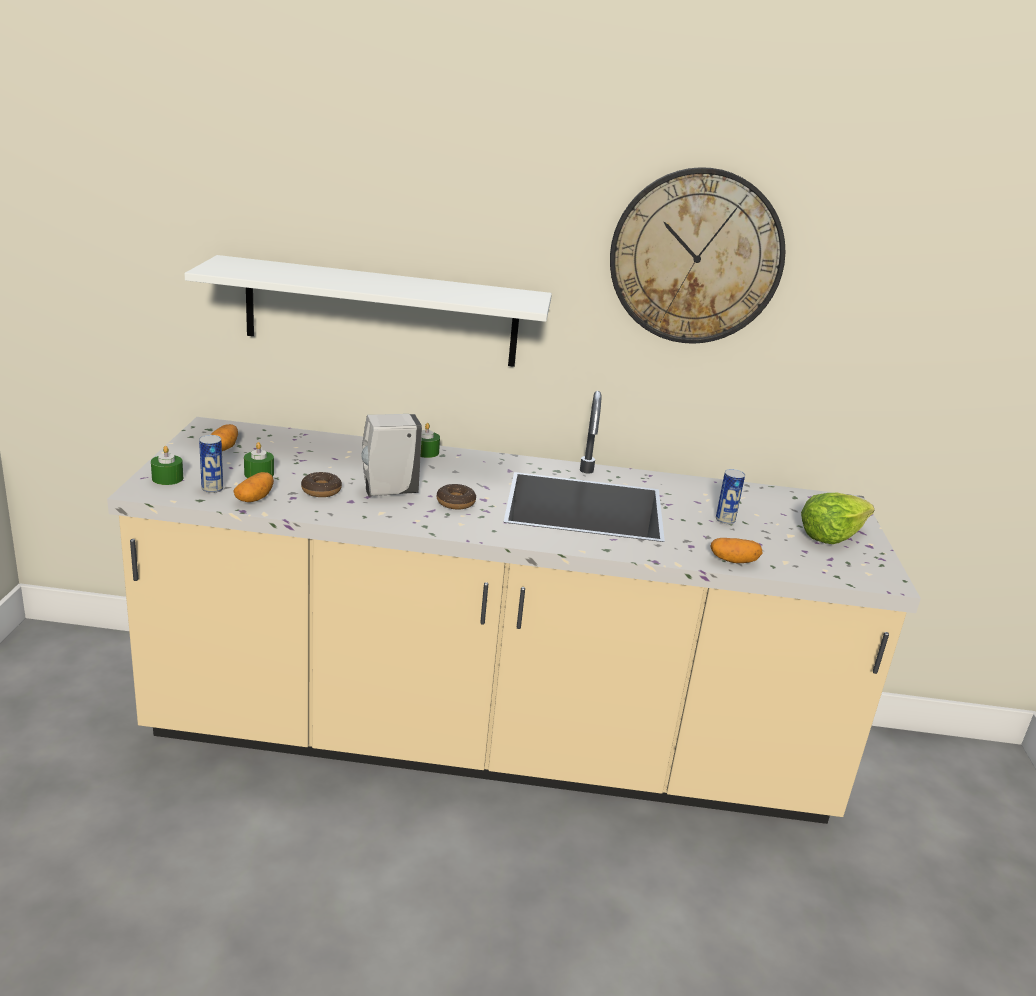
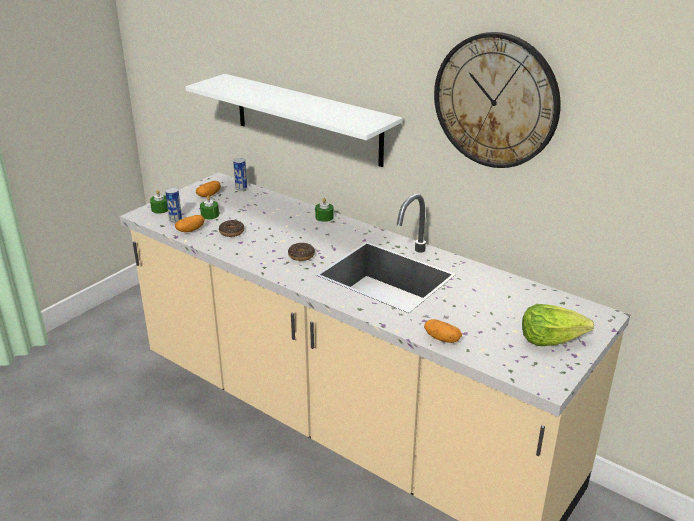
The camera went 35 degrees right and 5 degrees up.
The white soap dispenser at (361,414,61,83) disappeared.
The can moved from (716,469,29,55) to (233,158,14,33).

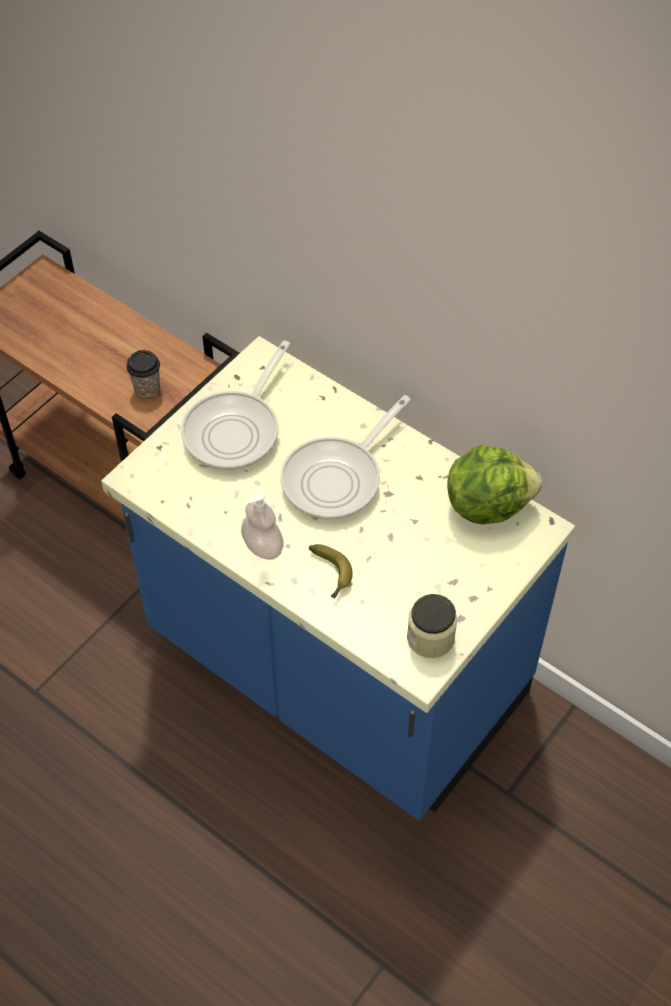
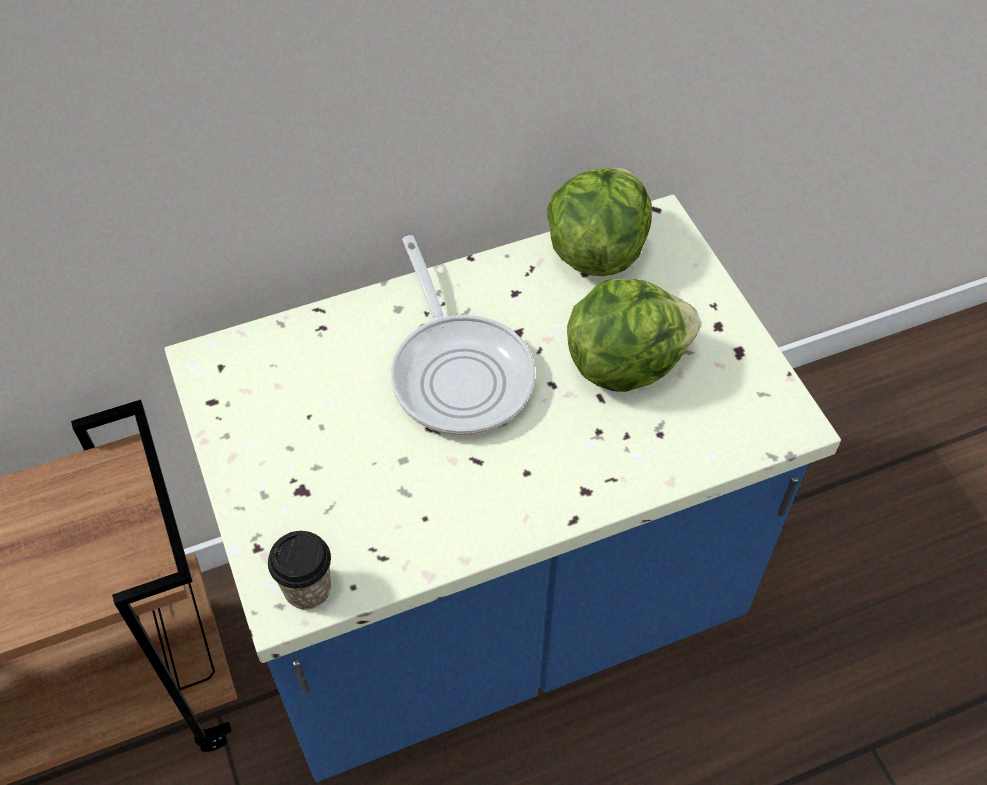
The camera went 60 degrees left and 0 degrees up.
The frying pan at (181,340,109,130) disappeared.
The cup moved from (126,350,34,47) to (268,531,63,79).
The soap dispenser at (241,491,43,69) disappeared.
The banana at (309,544,43,55) disappeared.
The jar at (407,594,50,64) disappeared.
The lettuce at (567,279,134,113) appeared.

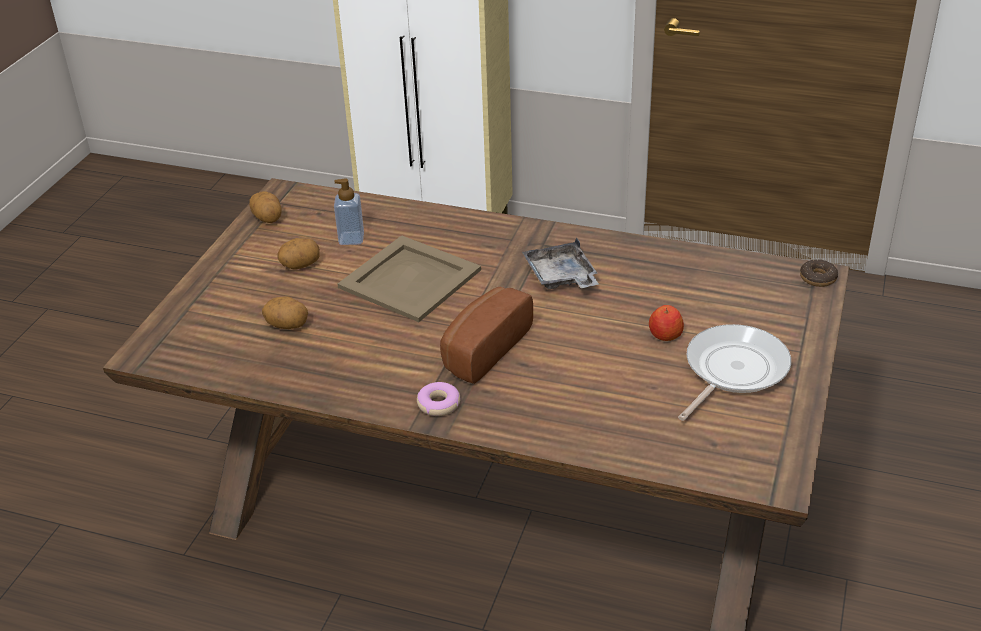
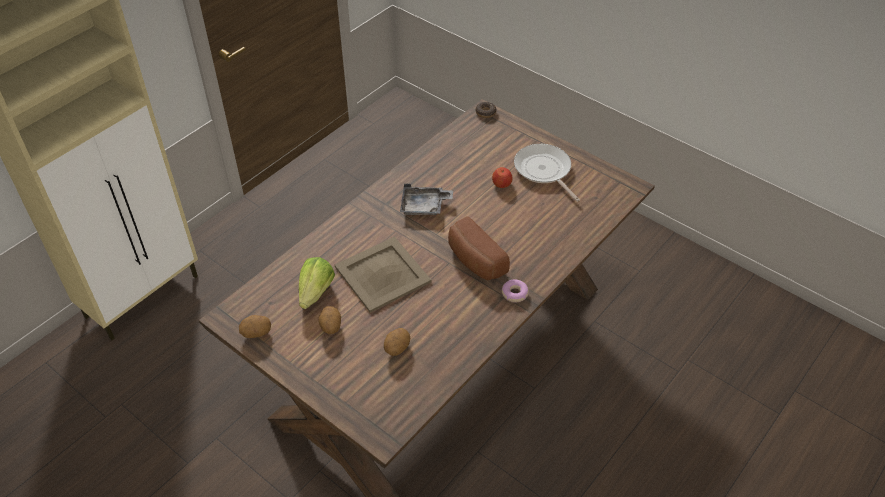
The camera went 70 degrees left and 10 degrees up.
The soap dispenser at (334,179,30,66) was replaced by the lettuce at (299,257,36,52).

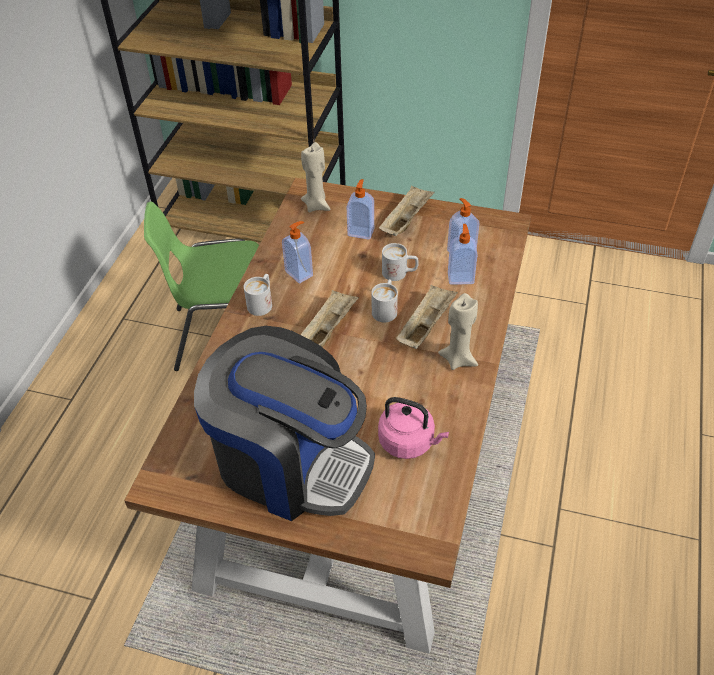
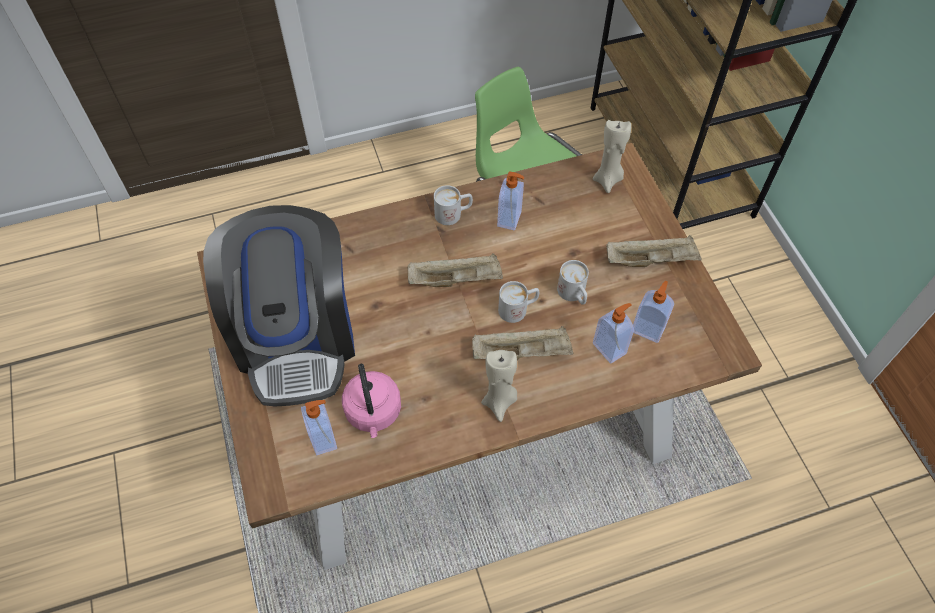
The camera went 55 degrees right and 10 degrees up.
The soap dispenser moved from (347,179,27,60) to (301,400,36,55).

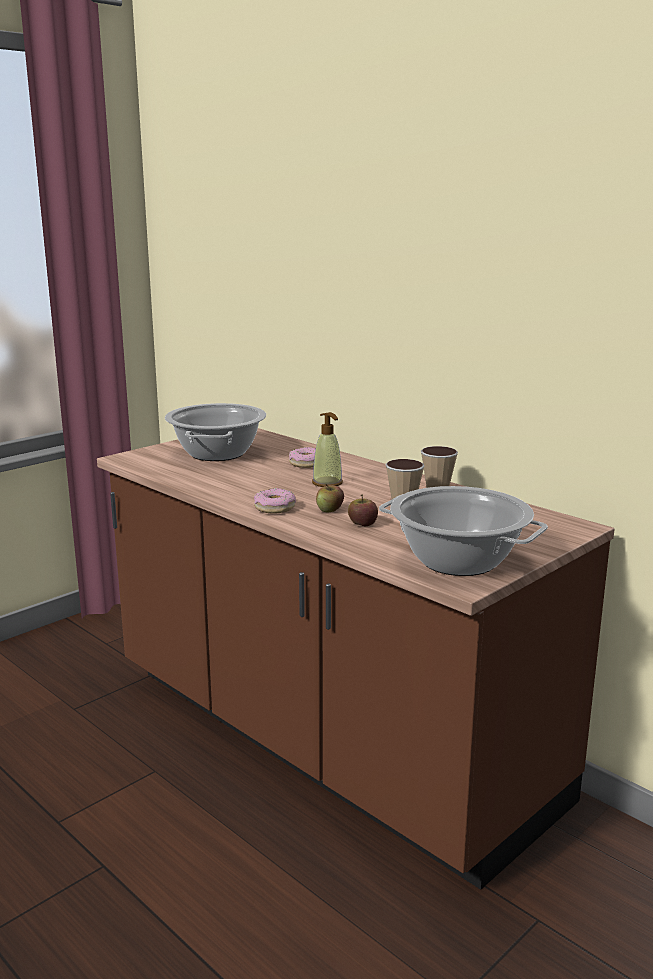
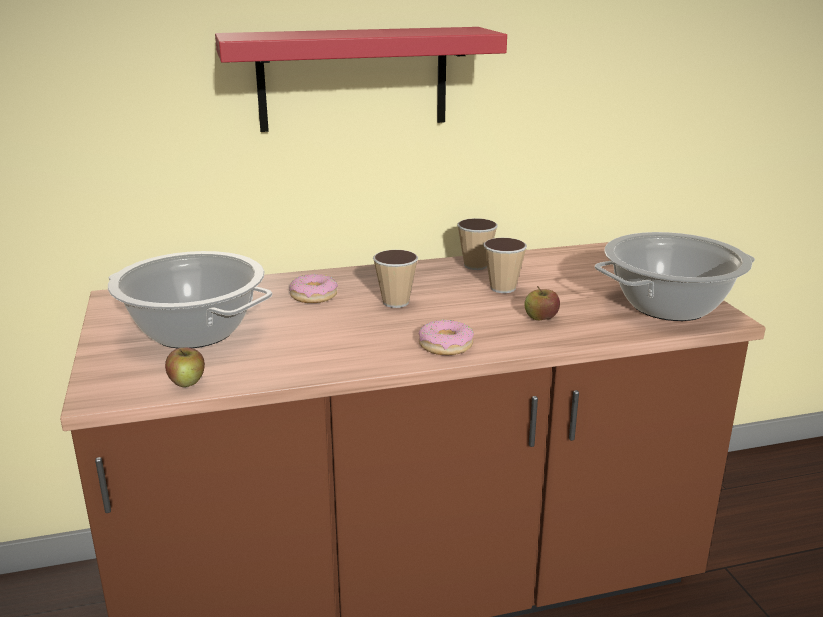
The camera went 60 degrees left and 5 degrees up.
The soap dispenser at (312,412,31,75) was replaced by the cup at (373,250,45,58).
The apple moved from (316,484,28,28) to (165,347,40,40).
The red shelf at (215,27,292,105) appeared.

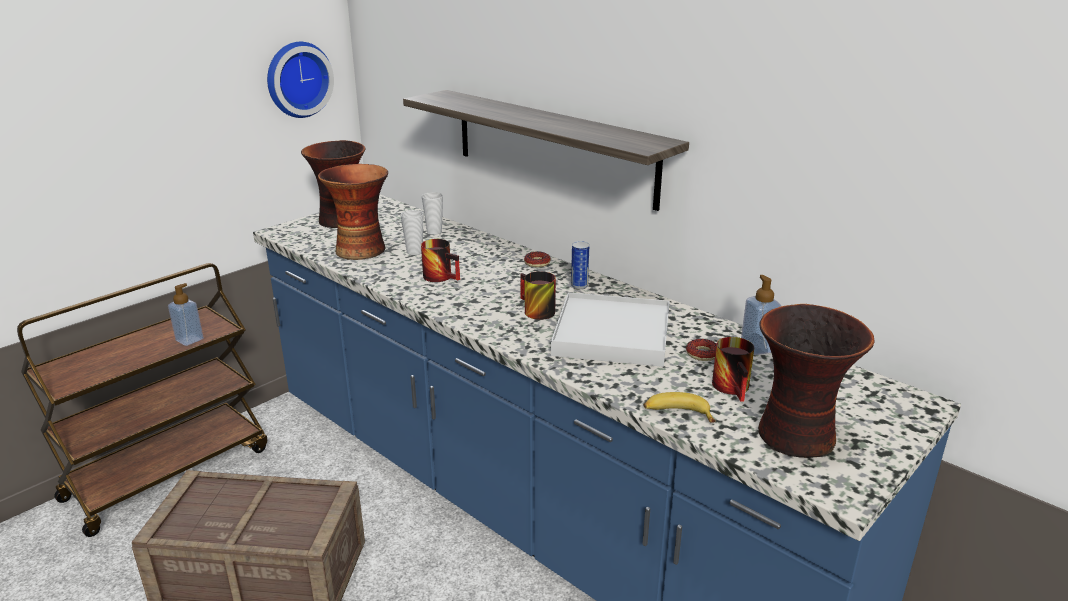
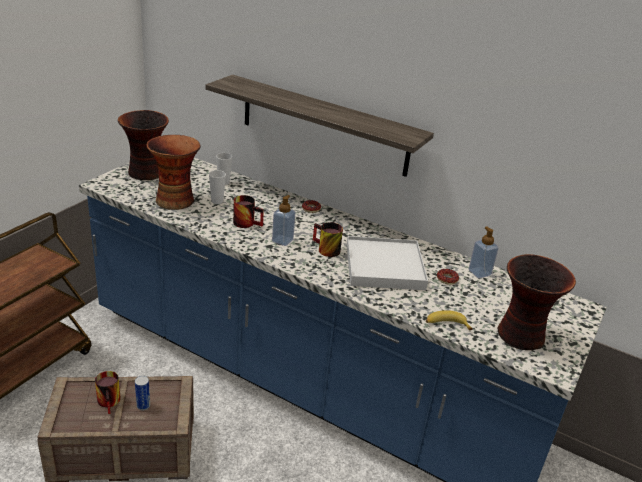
The camera went 15 degrees left and 5 degrees up.
The wall clock at (267,42,67,76) disappeared.
The can moved from (571,241,18,48) to (135,376,15,34).
The soap dispenser moved from (168,283,36,63) to (272,195,24,51).
The mug moved from (712,337,42,65) to (95,371,26,43).

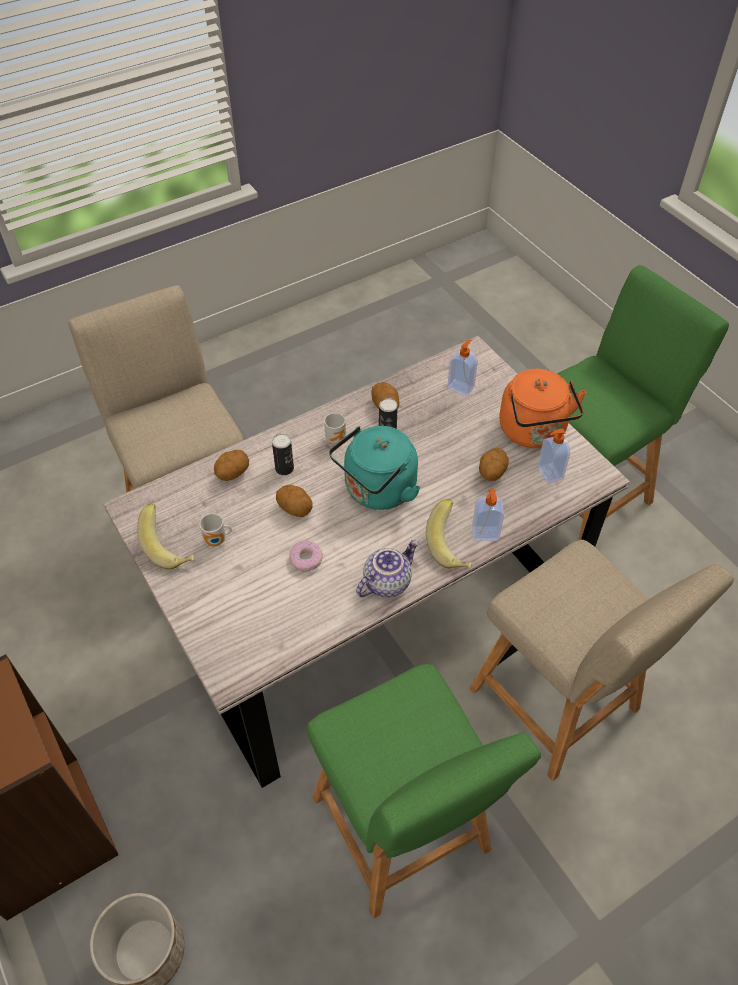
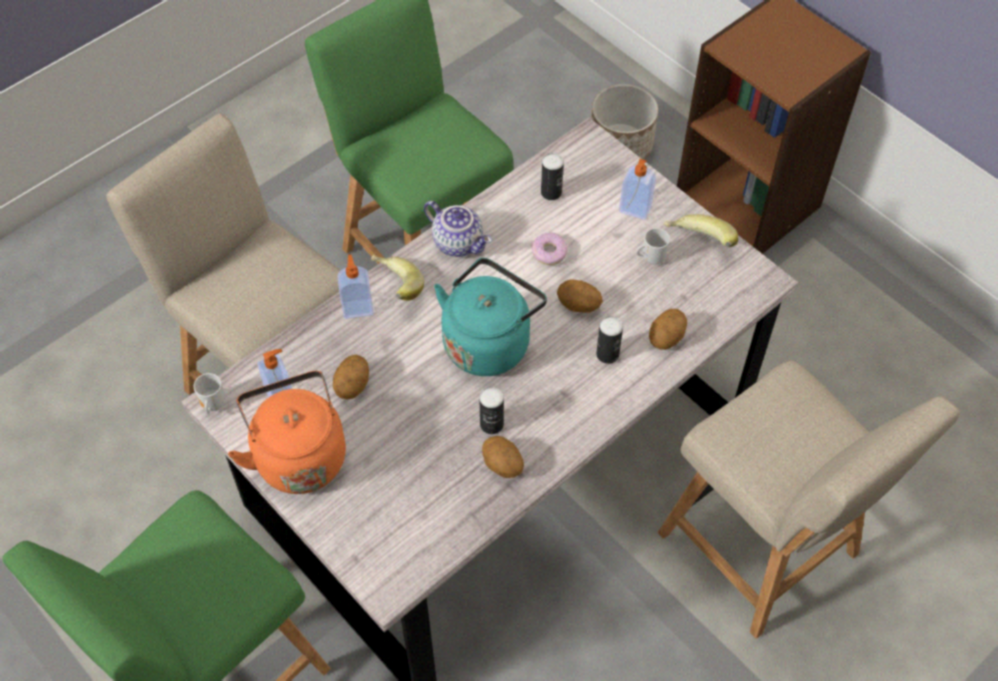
The camera went 170 degrees right and 5 degrees up.
The soap dispenser moved from (447,339,31,57) to (619,159,37,61).
The mug moved from (324,413,22,31) to (194,373,32,41).
The teapot at (356,540,63,57) turned 90 degrees counterclockwise.
The can at (541,153,23,47) appeared.

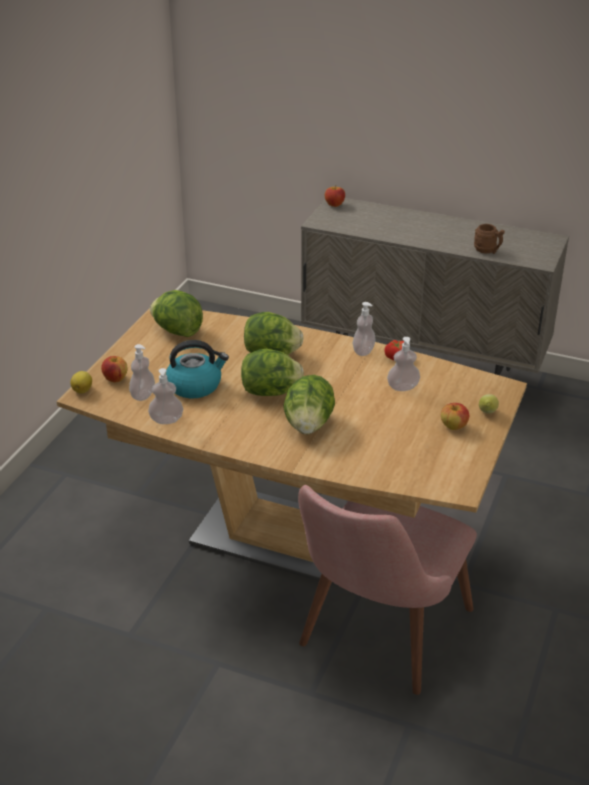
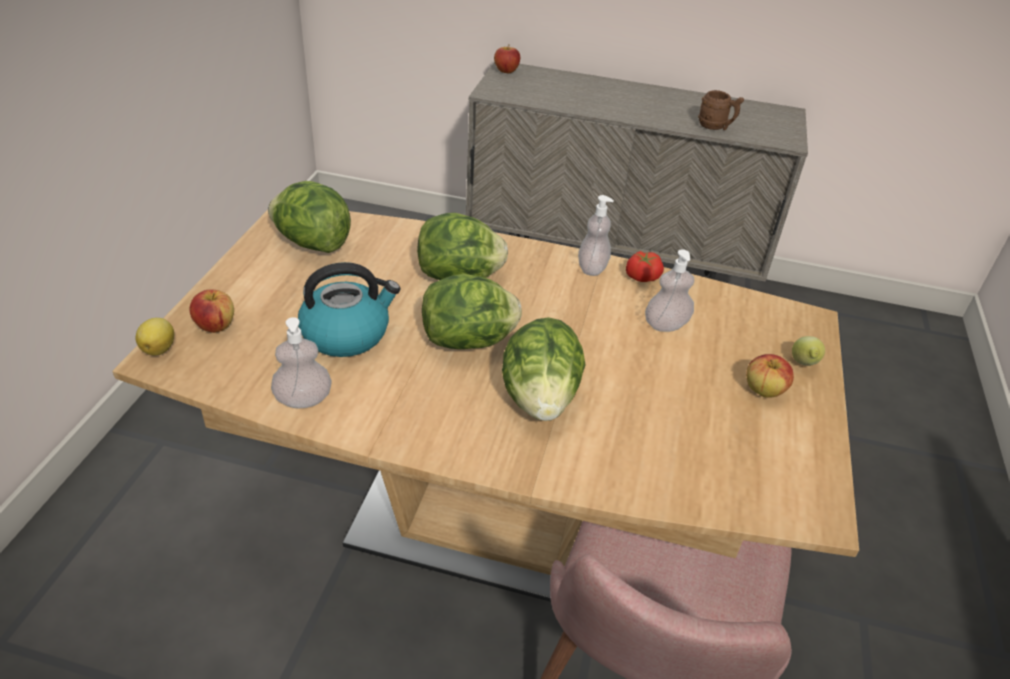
The camera went 10 degrees left and 5 degrees up.
The soap dispenser at (129,344,26,57) disappeared.

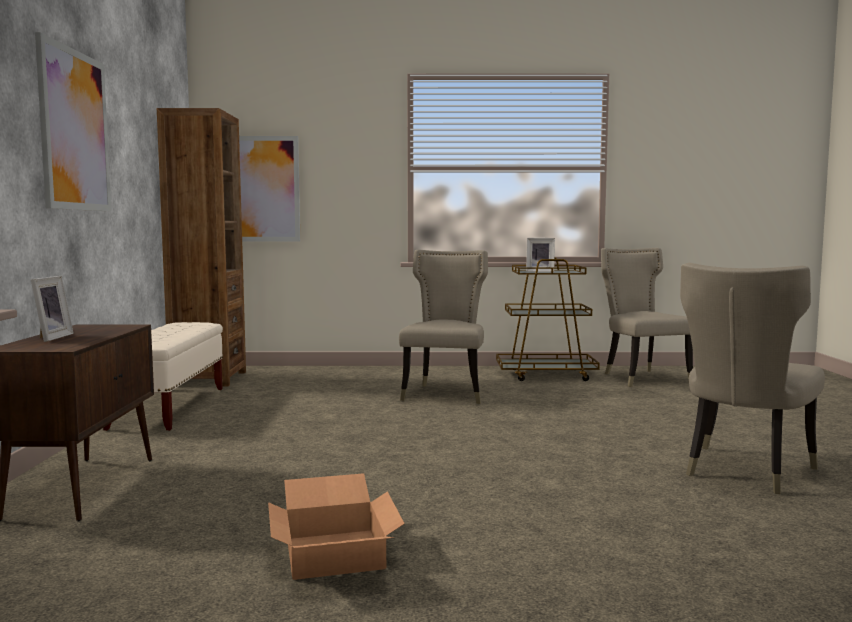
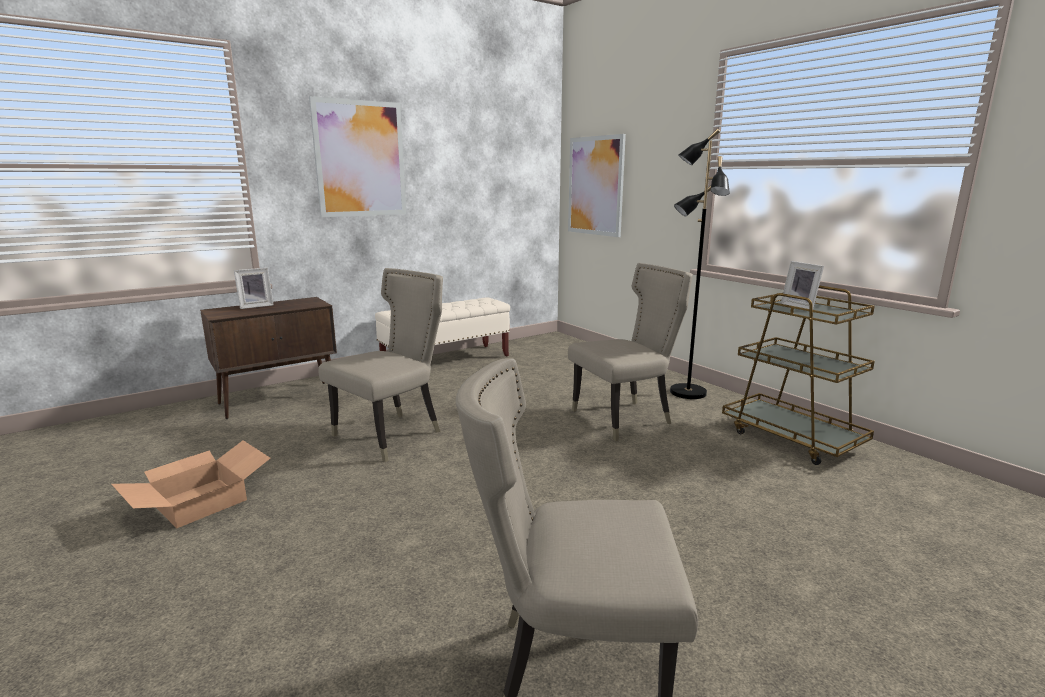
The camera went 55 degrees right and 10 degrees up.
The brown bookcase at (157,108,89,279) disappeared.
The beige chair moved from (601,248,92,139) to (318,268,125,194).
The black floor lamp at (670,129,60,270) appeared.

